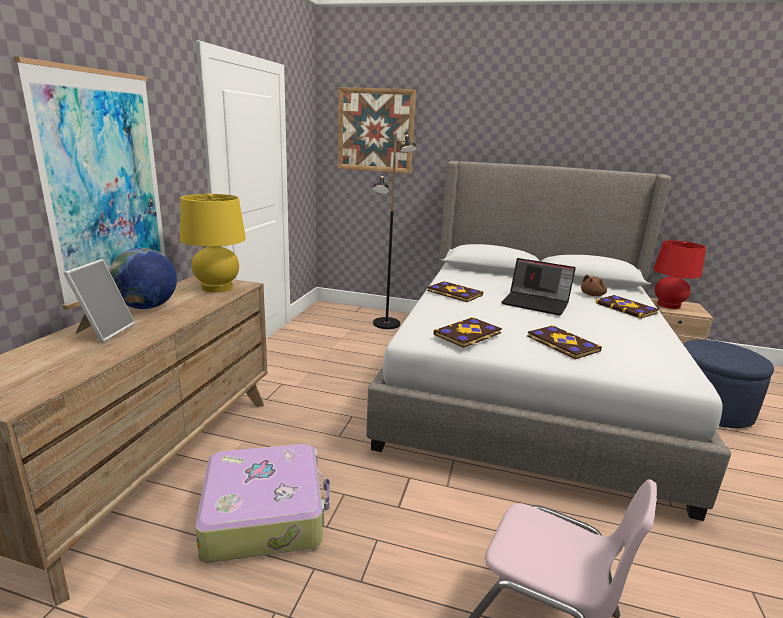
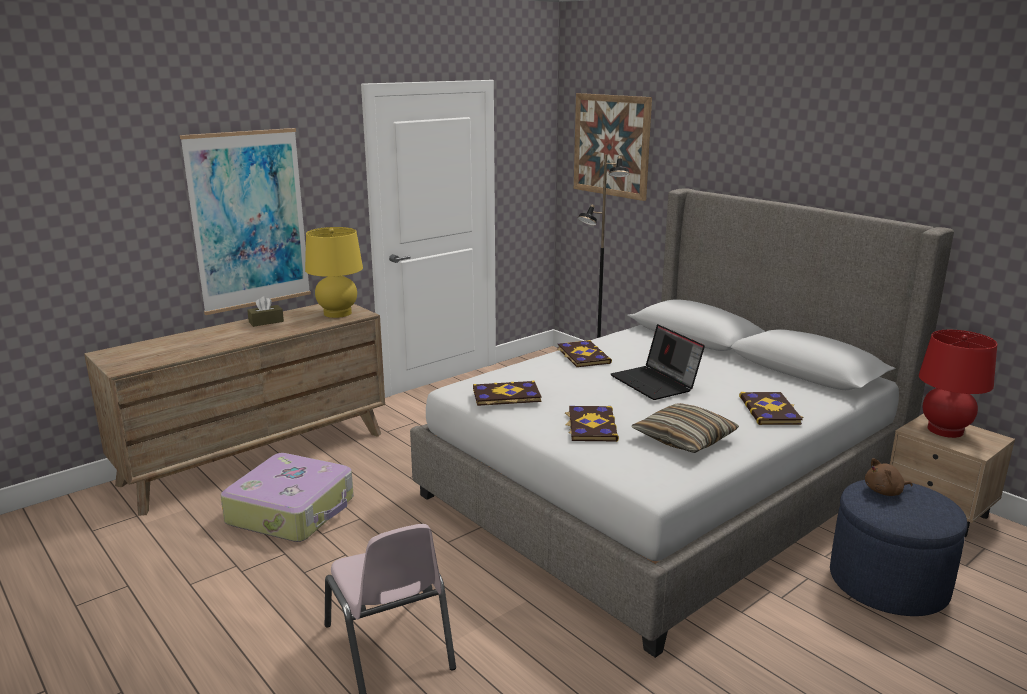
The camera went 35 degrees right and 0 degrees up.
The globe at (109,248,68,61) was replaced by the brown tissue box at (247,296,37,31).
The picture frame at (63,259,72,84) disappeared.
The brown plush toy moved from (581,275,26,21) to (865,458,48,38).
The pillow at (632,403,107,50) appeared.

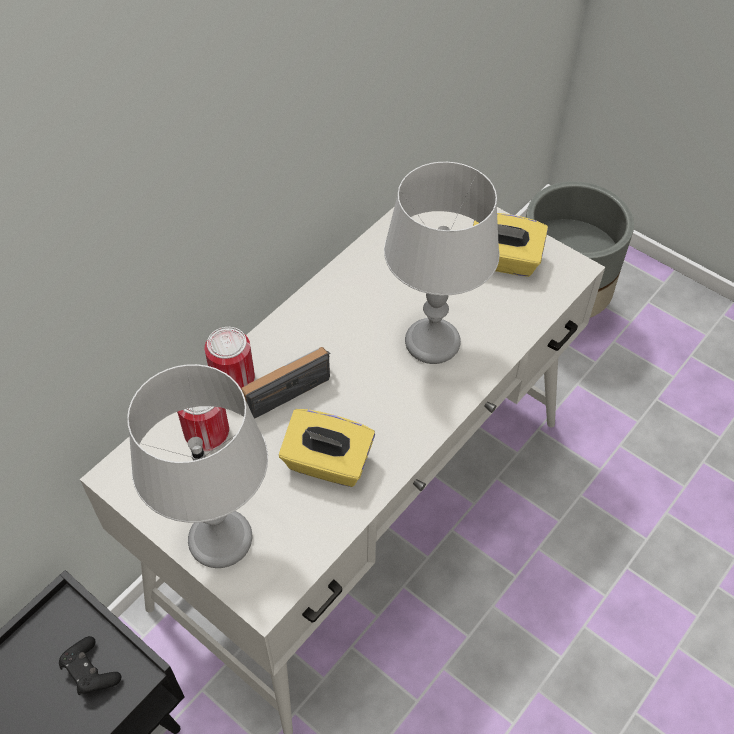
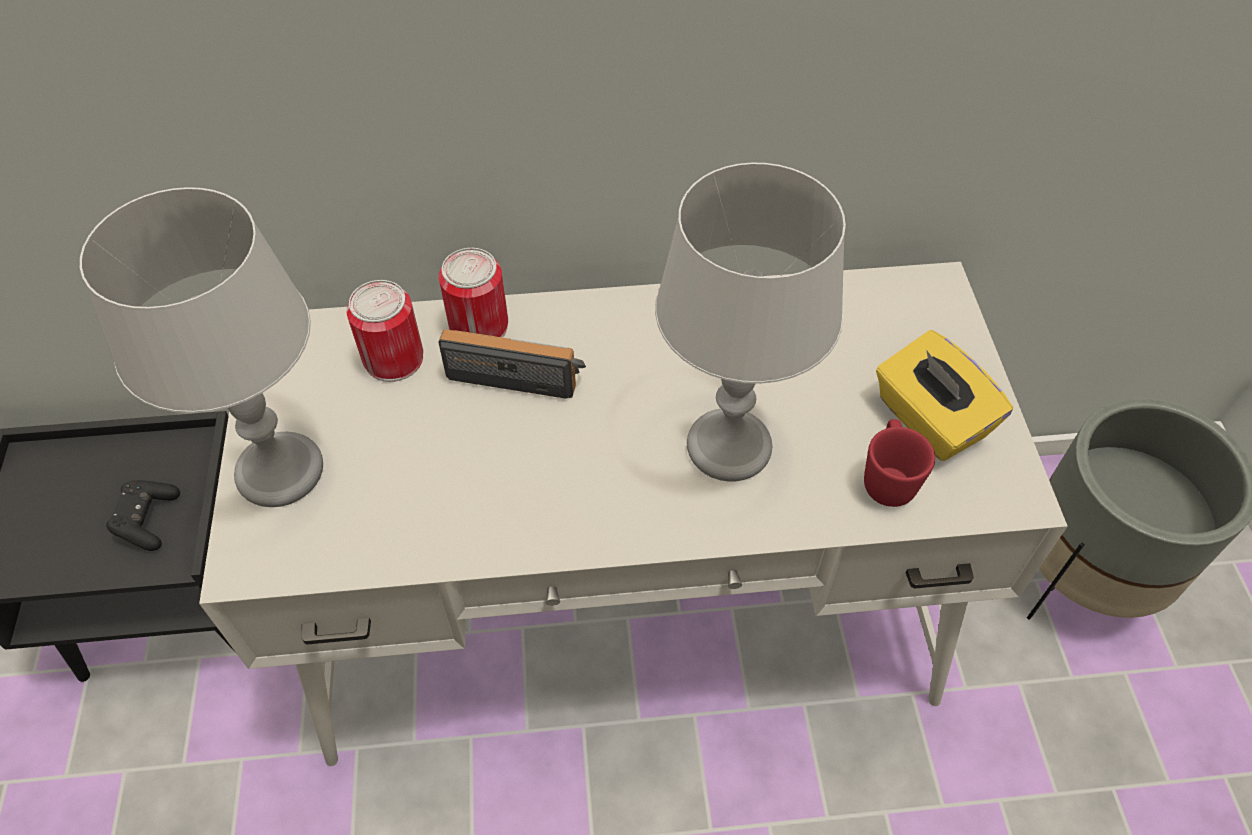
The camera went 45 degrees right and 0 degrees up.
The yellow tissue box at (279,409,96,78) disappeared.
The red mug at (864,419,71,88) appeared.

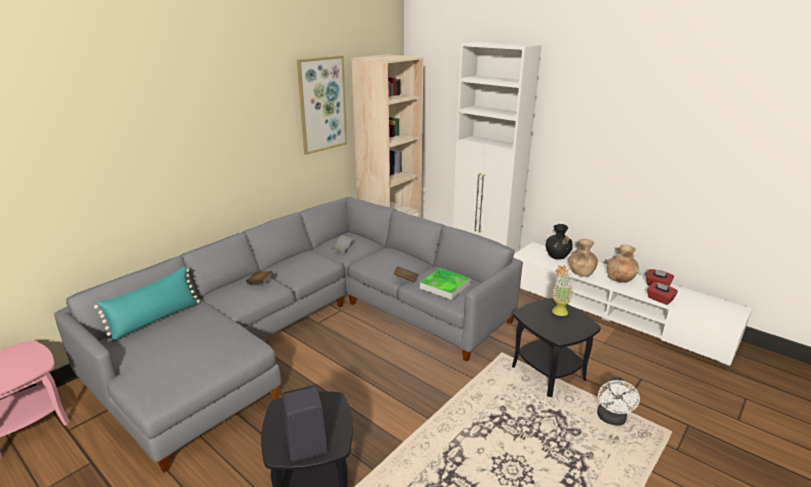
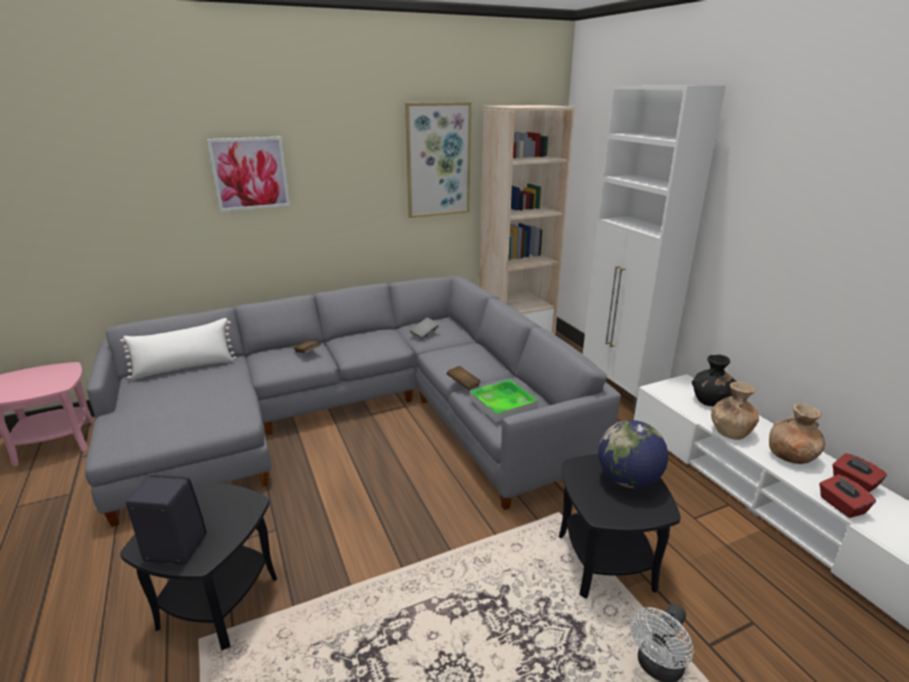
The camera went 25 degrees right and 0 degrees up.
The potted plant at (552,265,22,51) was replaced by the globe at (598,420,70,68).
The turquoise pillow at (94,266,106,76) became the white pillow at (120,318,117,62).
The picture at (207,137,83,75) appeared.

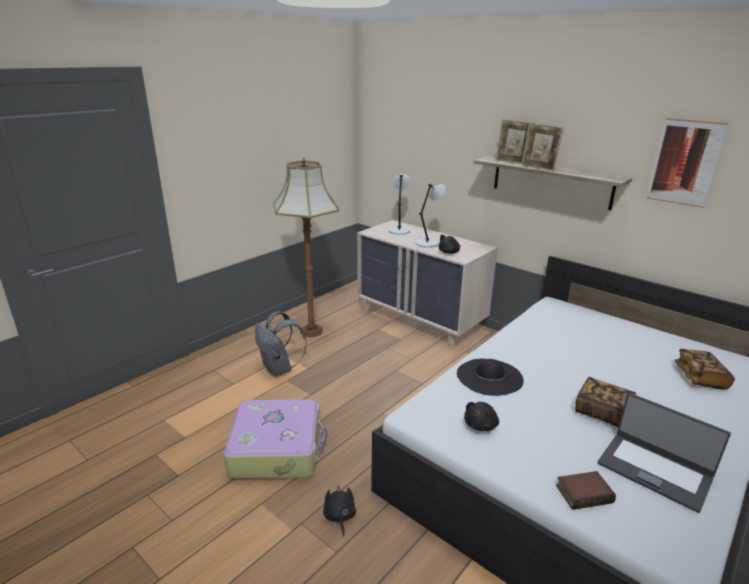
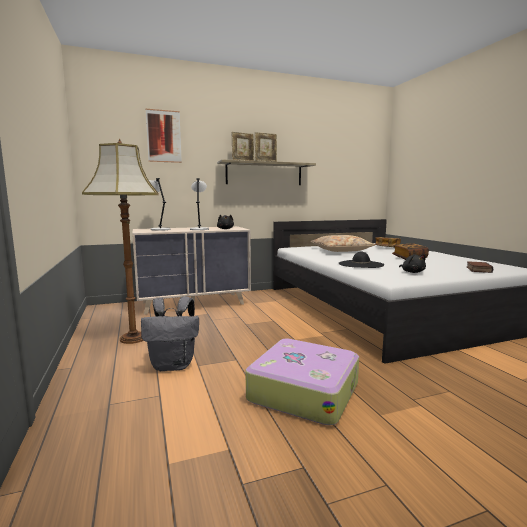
The camera went 60 degrees left and 15 degrees down.
The picture moved from (647,118,81,90) to (146,109,36,54).
The laptop at (598,393,133,120) disappeared.
The black plush toy at (323,485,33,52) disappeared.
The beige pillow at (311,235,64,17) appeared.

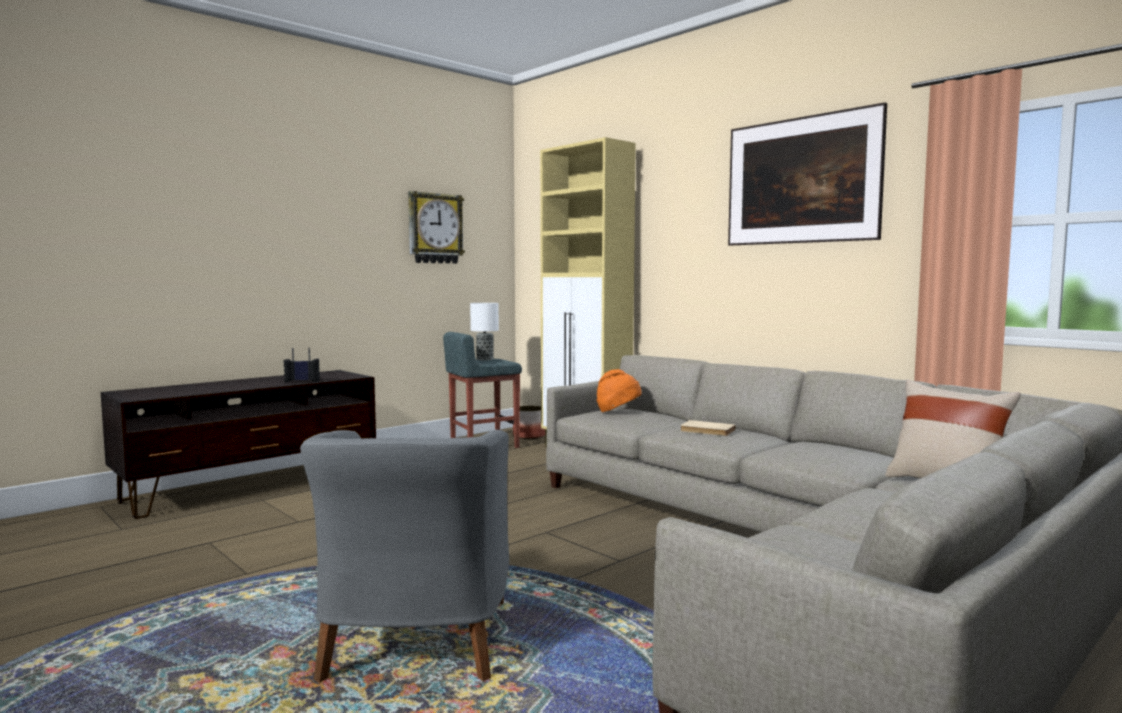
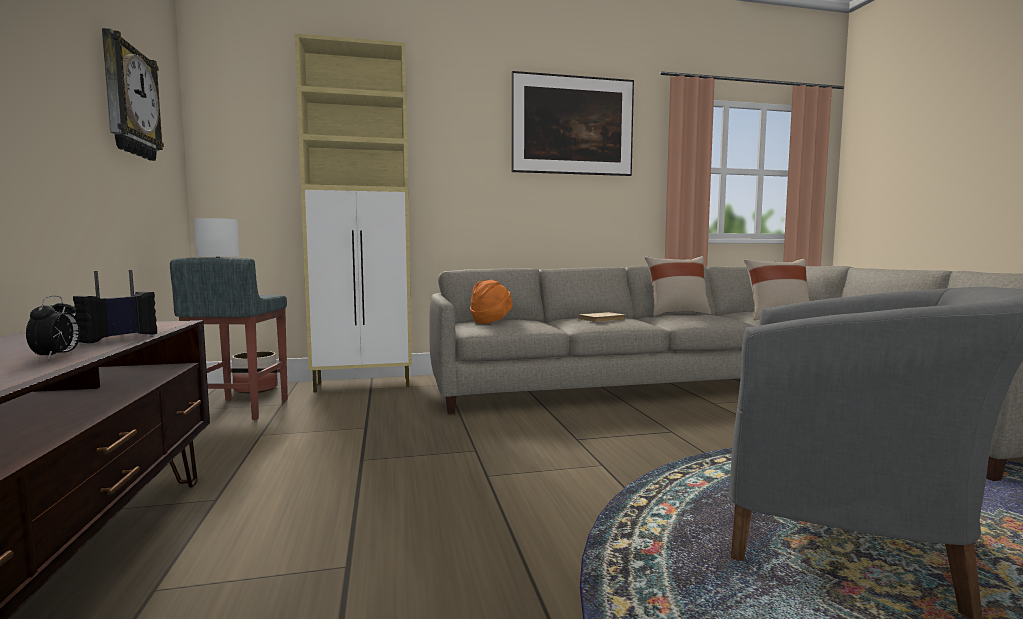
The camera went 60 degrees left and 0 degrees up.
The beige pillow at (645,256,66,60) appeared.
The alarm clock at (26,295,55,65) appeared.

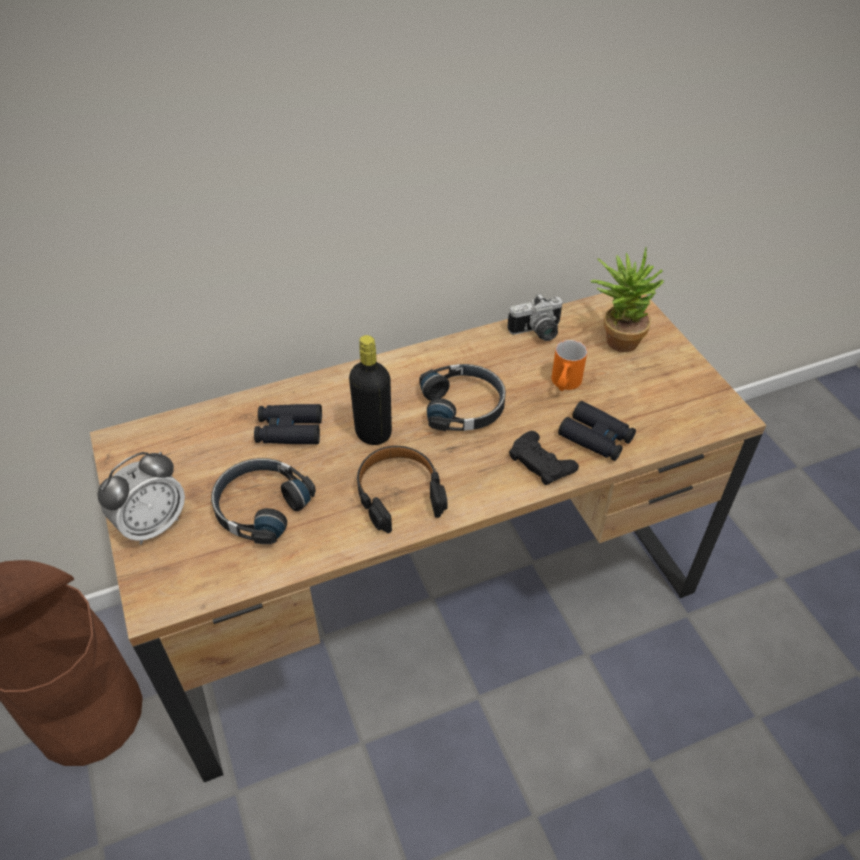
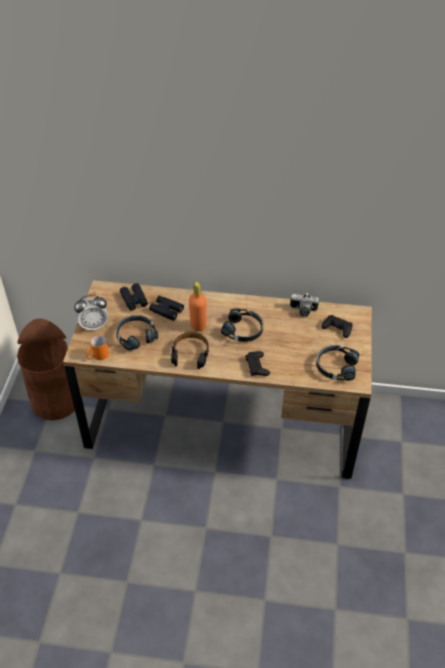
The camera went 30 degrees right and 0 degrees up.
The potted plant at (590,247,74,105) was replaced by the black game controller at (321,315,32,23).
The black bottle at (349,335,43,110) became the orange bottle at (189,282,17,49).
The orange mug moved from (551,340,36,51) to (85,336,24,24).
The black binoculars moved from (558,401,78,60) to (120,283,28,28).
The black headphones at (316,345,44,36) appeared.

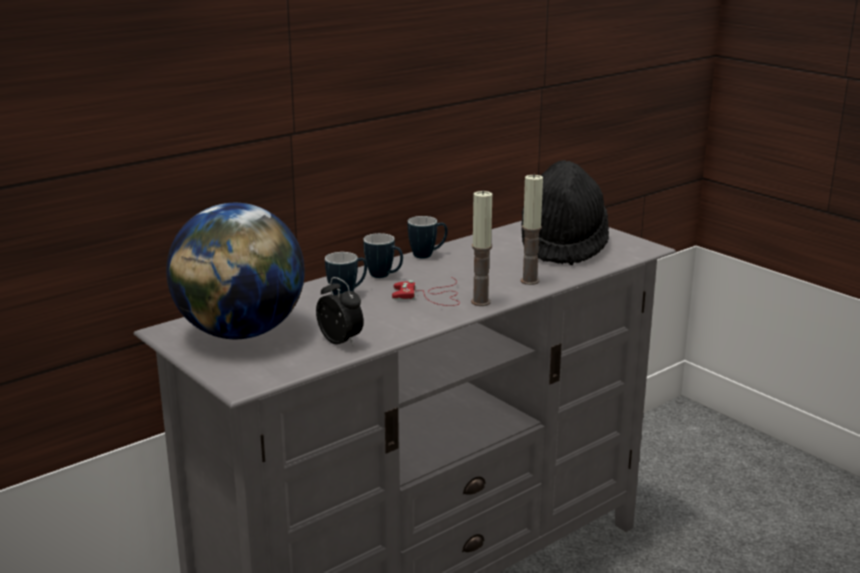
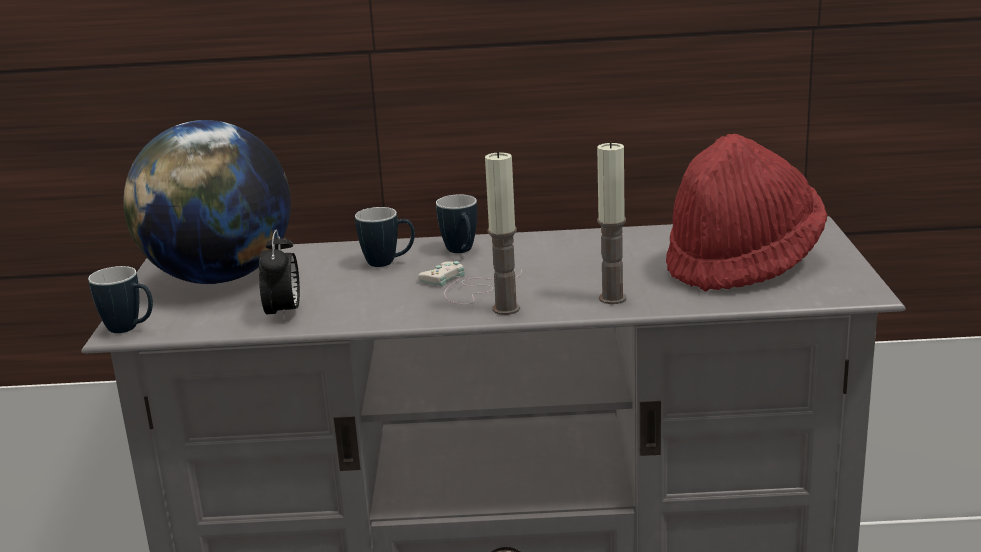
The camera went 40 degrees right and 0 degrees up.
The black hat at (521,160,88,105) became the red hat at (666,134,161,158).
The mug moved from (408,216,40,43) to (88,266,65,67).
The red game controller at (392,277,68,29) became the white game controller at (418,261,104,44).

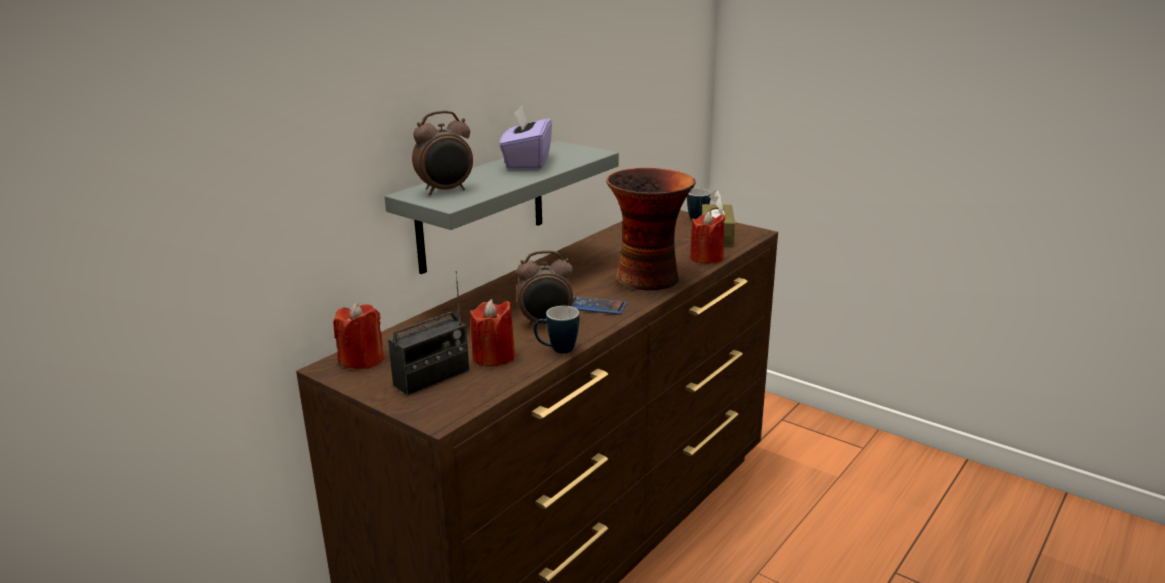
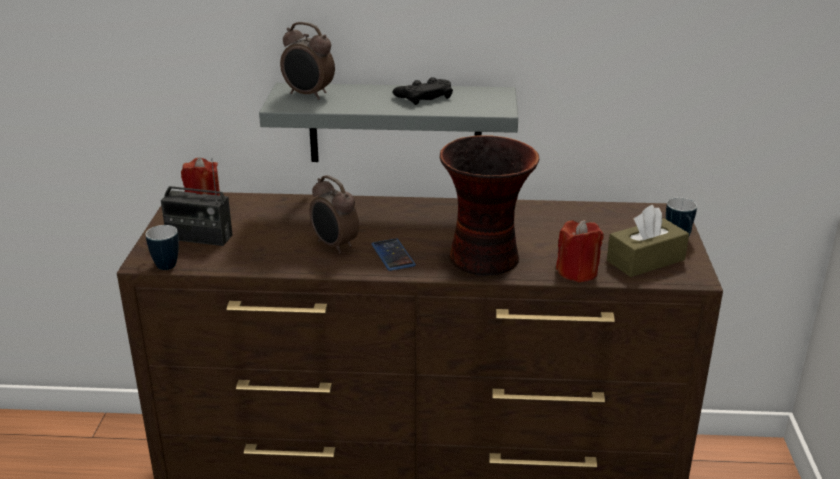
The camera went 55 degrees right and 5 degrees up.
The purple tissue box at (499,106,53,64) was replaced by the black game controller at (393,77,60,28).
The red candle at (470,299,45,68) disappeared.
The mug moved from (534,306,45,47) to (146,225,33,45).

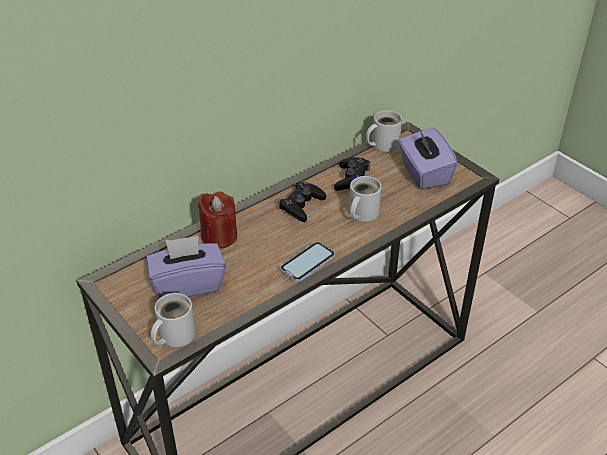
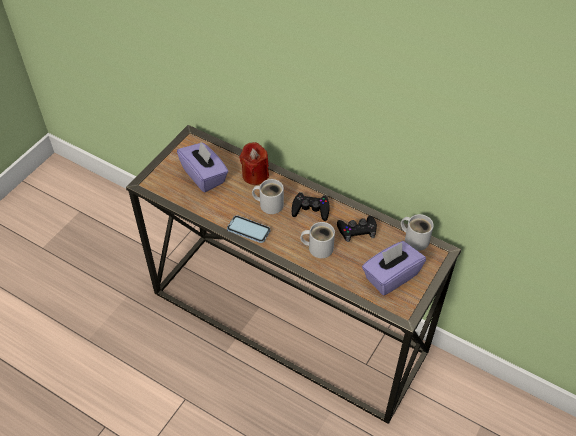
The camera went 70 degrees right and 10 degrees up.
The white mug moved from (151,293,45,54) to (252,179,32,35).

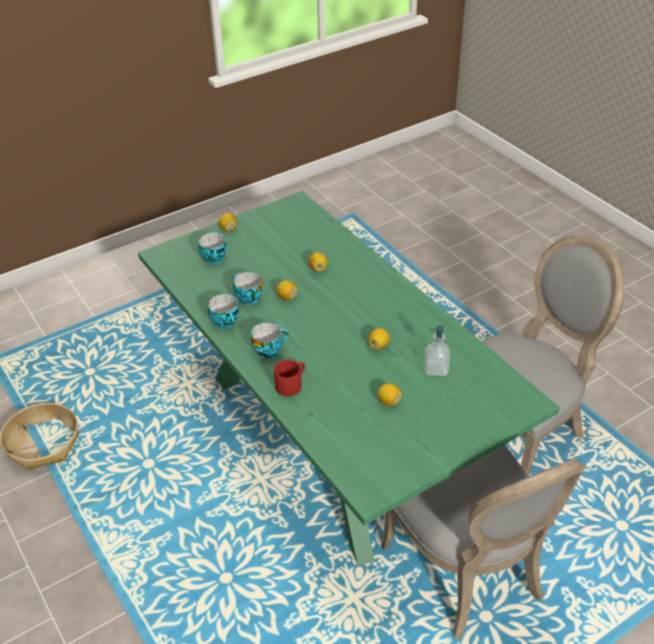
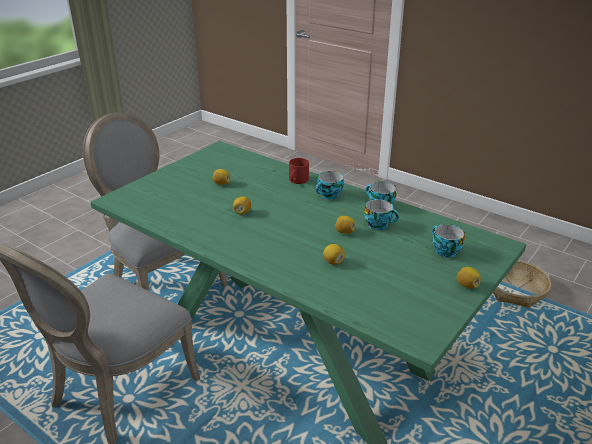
The camera went 160 degrees right and 10 degrees down.
The soap dispenser at (425,326,25,50) disappeared.

